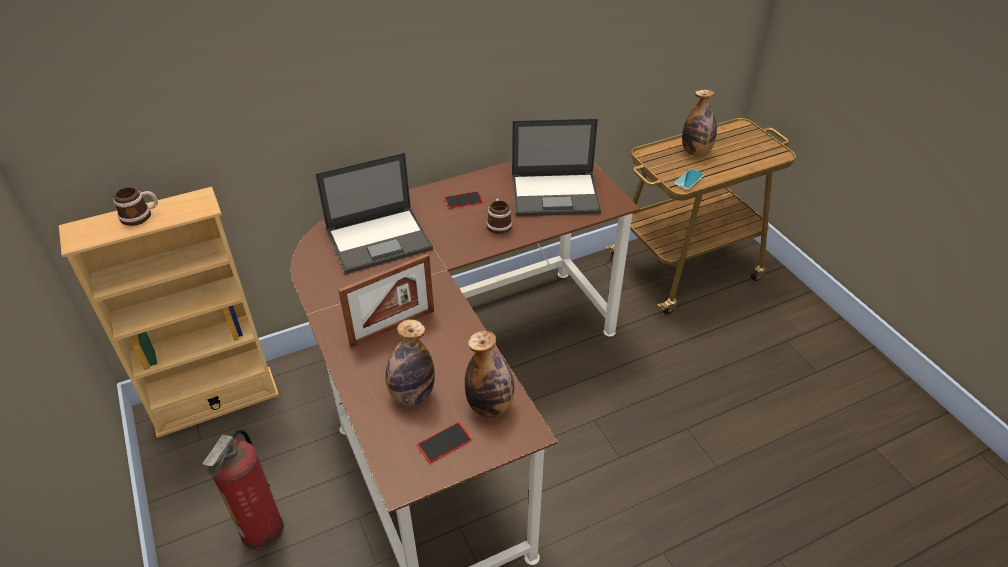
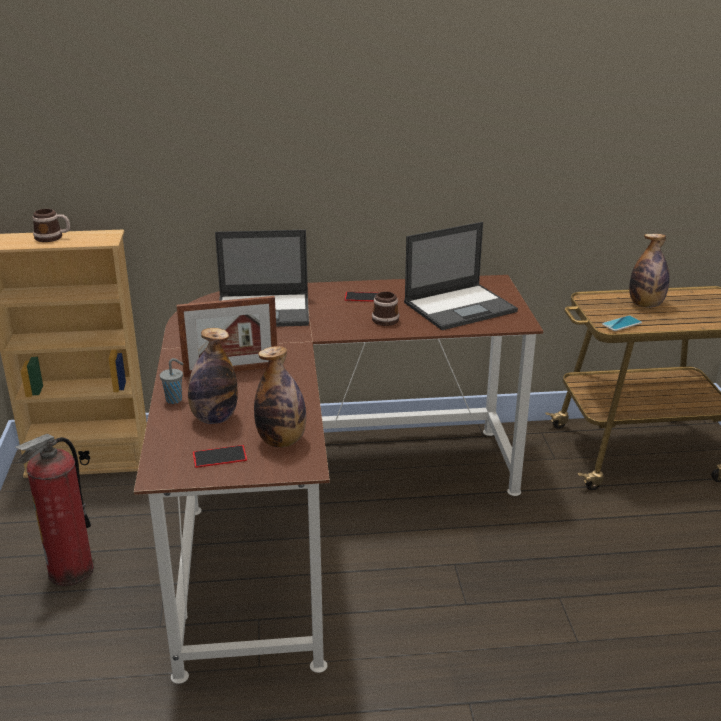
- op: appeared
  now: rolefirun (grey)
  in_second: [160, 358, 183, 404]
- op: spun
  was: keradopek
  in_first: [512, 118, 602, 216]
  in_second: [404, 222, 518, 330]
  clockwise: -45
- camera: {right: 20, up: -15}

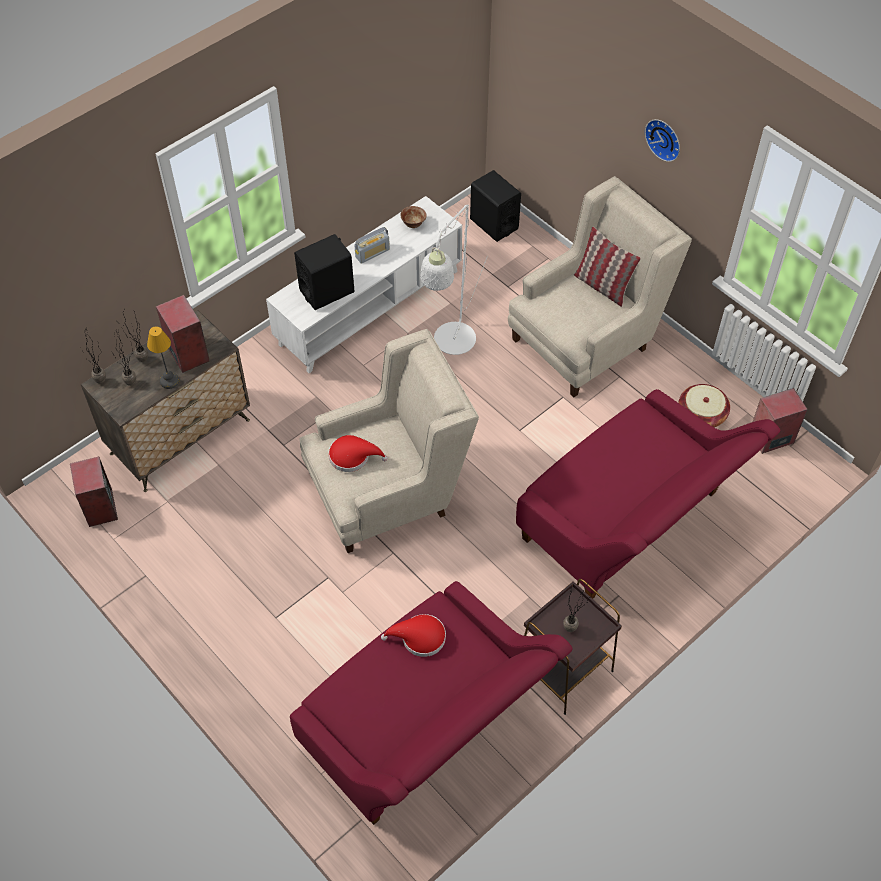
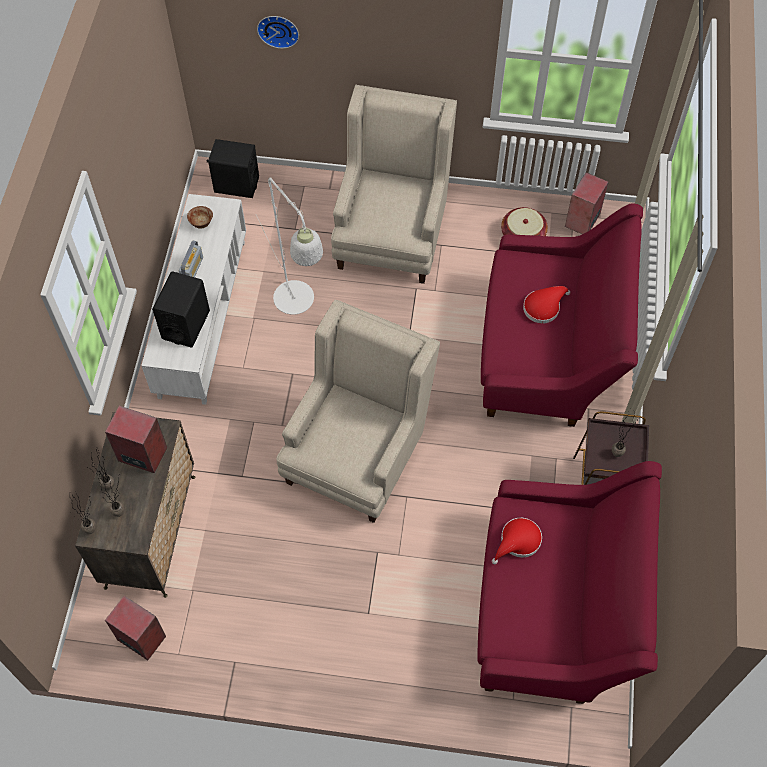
- op: relocated
  was: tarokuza
  in_first: [645, 119, 680, 162]
  in_second: [257, 16, 299, 49]
- op: relocated
  was: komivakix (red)
  in_first: [328, 435, 388, 472]
  in_second: [523, 286, 570, 324]
- op: missing
  was: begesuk
  in_first: [147, 326, 179, 389]
- op: missing
  was: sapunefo
  in_first: [574, 227, 640, 307]
- camera: {right: -40, up: 5}

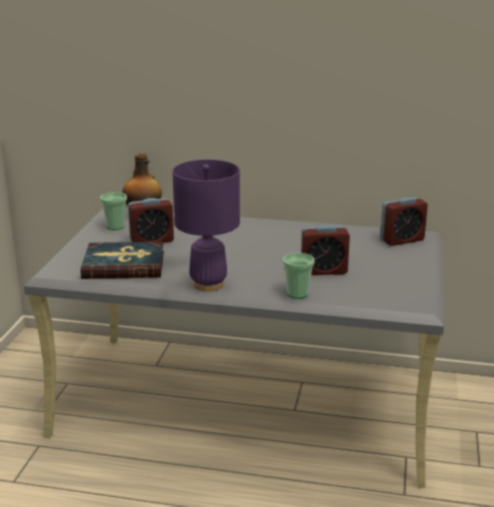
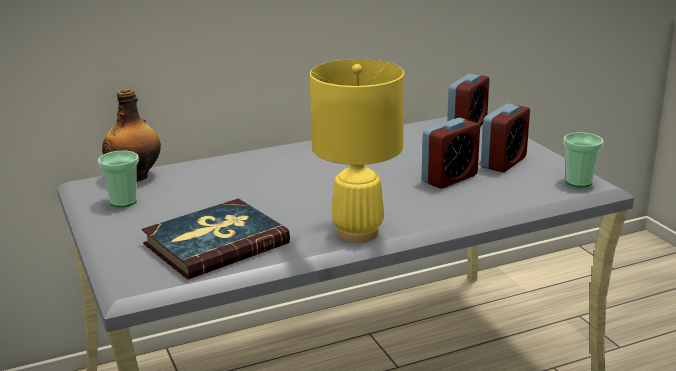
- op: colour
  was: begesuk (purple)
  now: begesuk (yellow)
  in_first: [173, 160, 240, 292]
  in_second: [310, 59, 404, 243]
- op: relocated
  was: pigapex
  in_first: [128, 198, 174, 243]
  in_second: [481, 103, 530, 172]
- op: relocated
  was: rolefirun
  in_first: [283, 253, 315, 299]
  in_second: [563, 133, 604, 187]
- camera: {right: -35, up: 0}

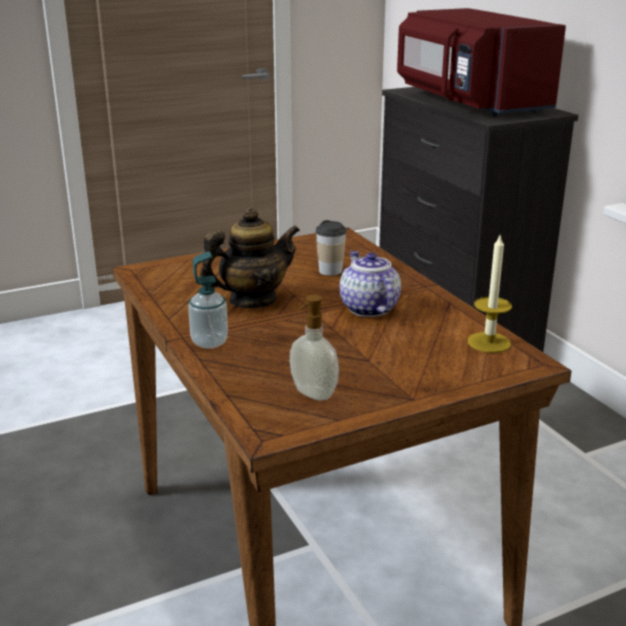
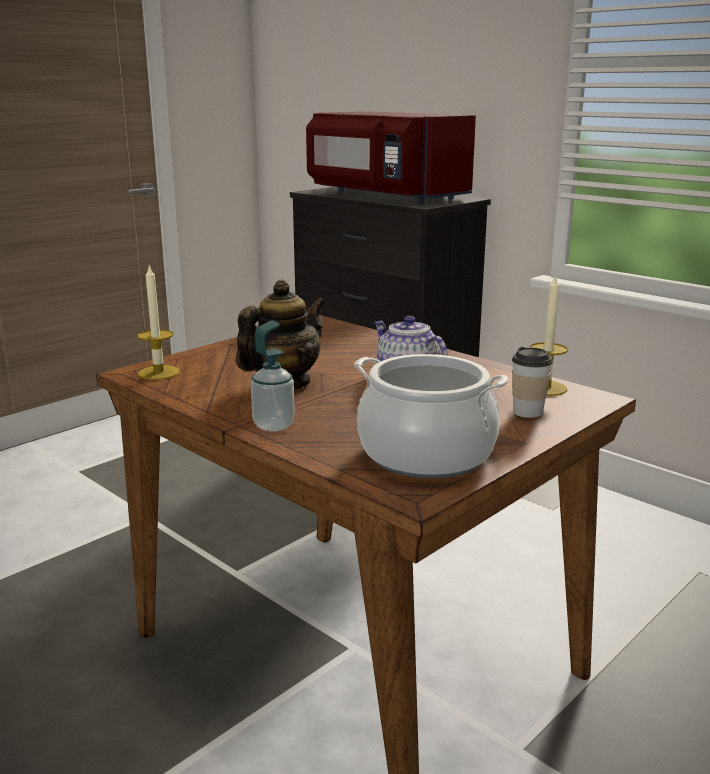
- op: appeared
  now: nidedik
  in_second: [137, 264, 180, 380]
- op: exchanged
  was: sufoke
  now: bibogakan
  in_first: [290, 295, 339, 400]
  in_second: [354, 354, 509, 478]
- op: relocated
  was: rolefirun
  in_first: [316, 220, 347, 276]
  in_second: [512, 347, 553, 418]
- camera: {right: -20, up: -5}

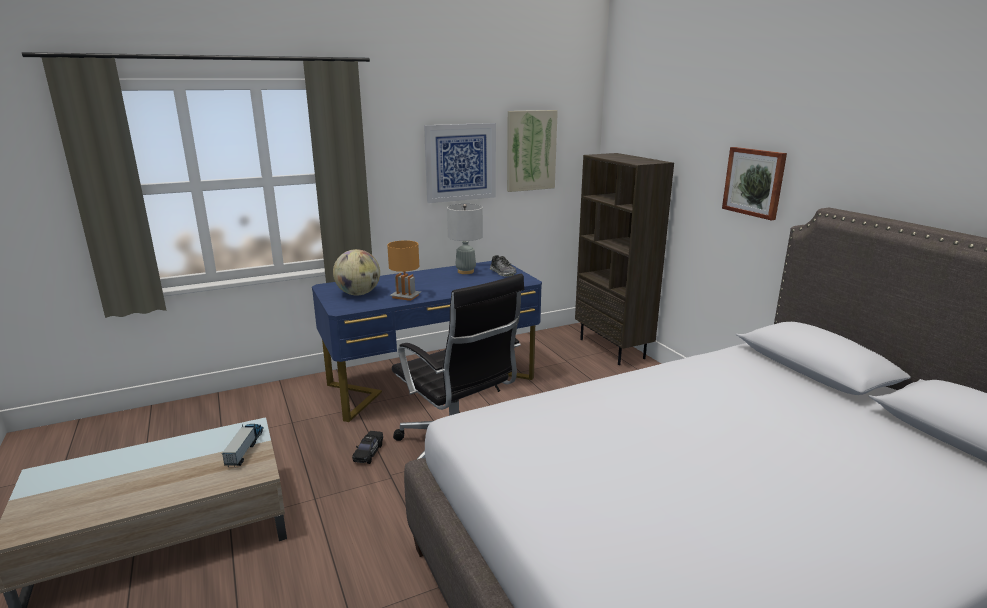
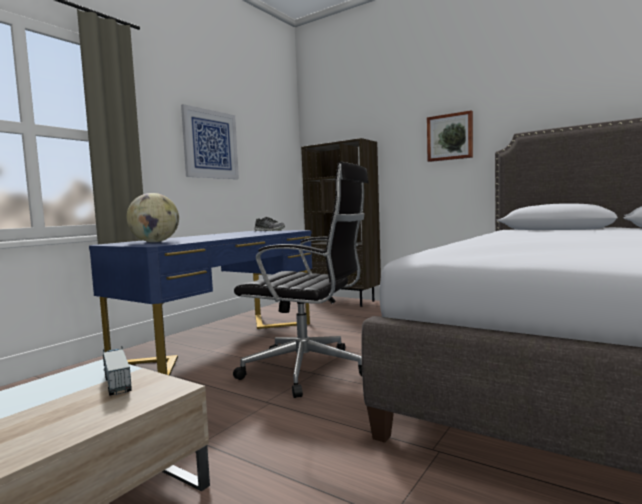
- op: missing
  was: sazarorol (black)
  in_first: [352, 431, 383, 464]
- op: missing
  was: begesuk (brown)
  in_first: [387, 240, 421, 301]
- op: missing
  was: begesuk (grey)
  in_first: [447, 204, 483, 274]
- op: missing
  was: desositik
  in_first: [507, 110, 558, 192]
- camera: {right: -30, up: -15}

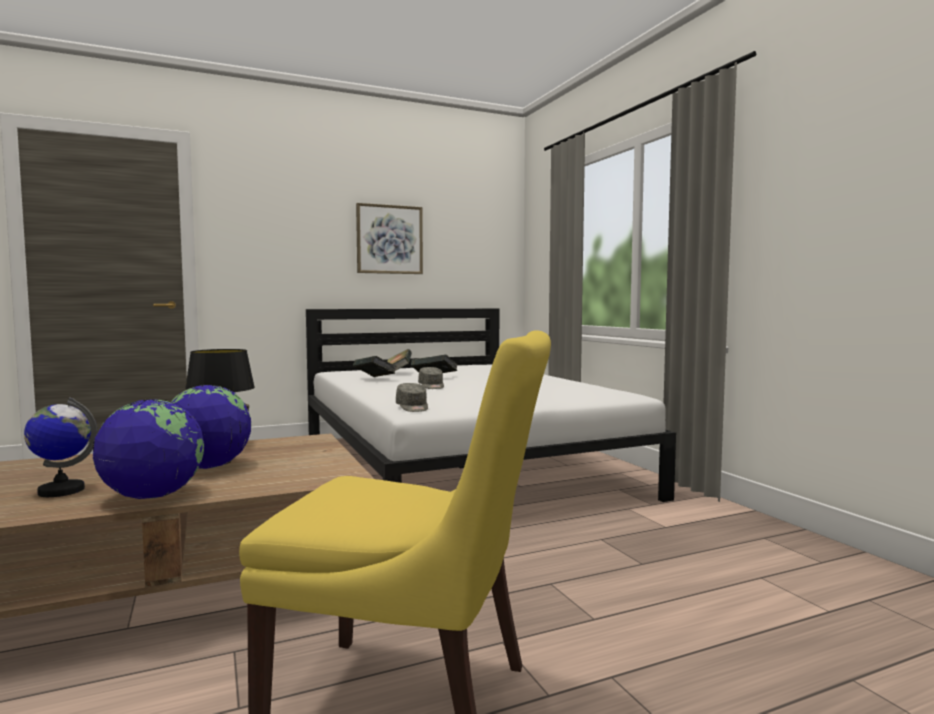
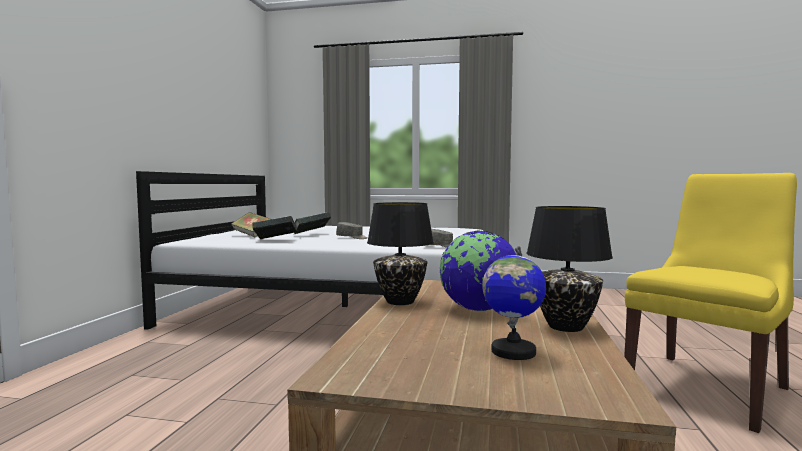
- op: exchanged
  was: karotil
  now: begesuk (black)
  in_first: [93, 399, 204, 499]
  in_second: [526, 206, 613, 332]
- op: missing
  was: desositik
  in_first: [356, 203, 423, 274]
- camera: {right: -55, up: 0}

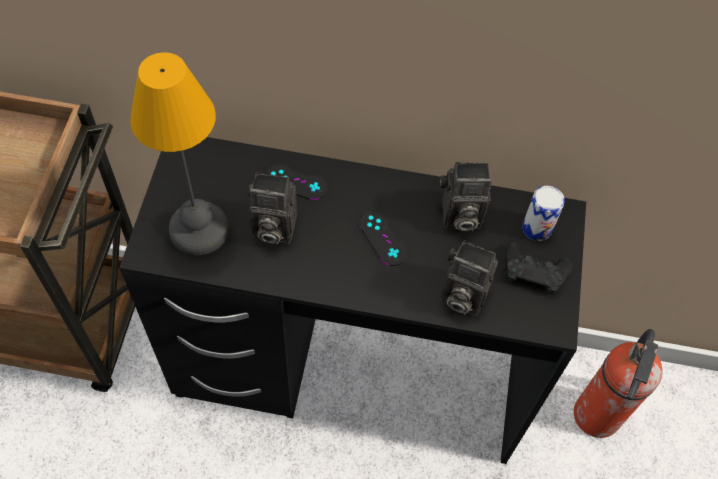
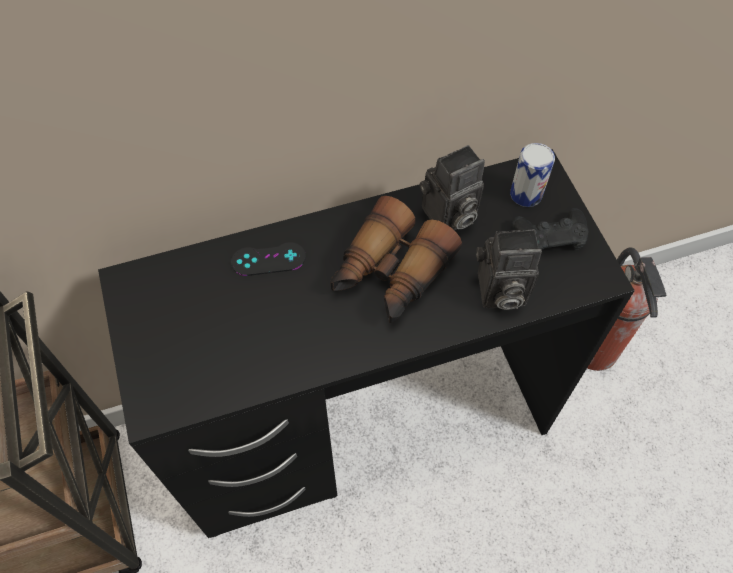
- op: exchanged
  was: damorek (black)
  now: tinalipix
  in_first: [360, 211, 408, 266]
  in_second: [331, 196, 462, 323]
- op: missing
  was: begesuk
  in_first: [130, 52, 229, 255]
- op: missing
  was: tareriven
  in_first: [248, 172, 297, 244]
- camera: {right: -25, up: 0}

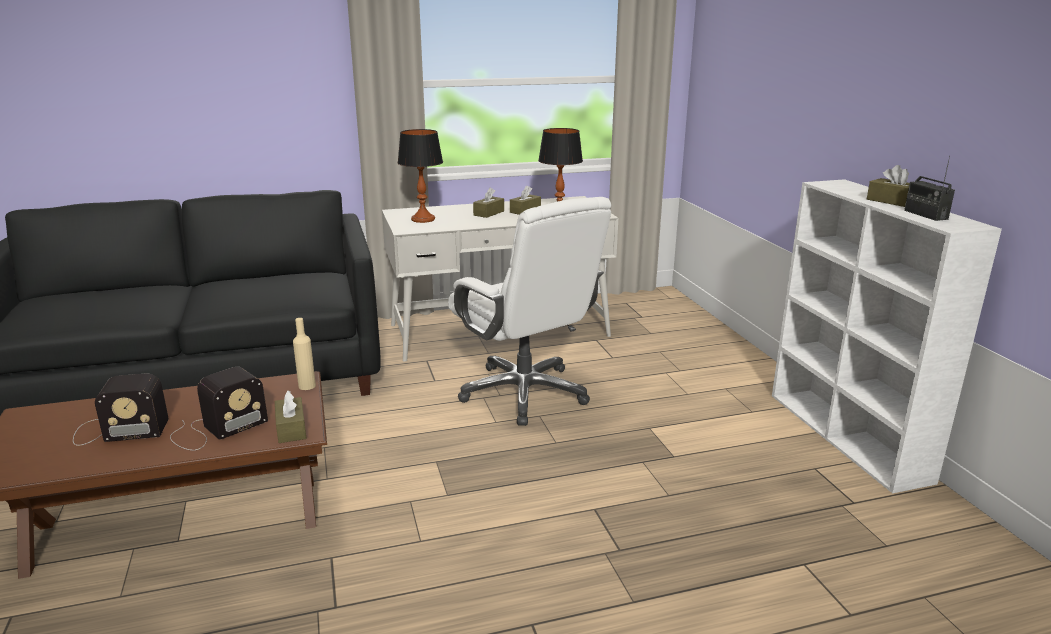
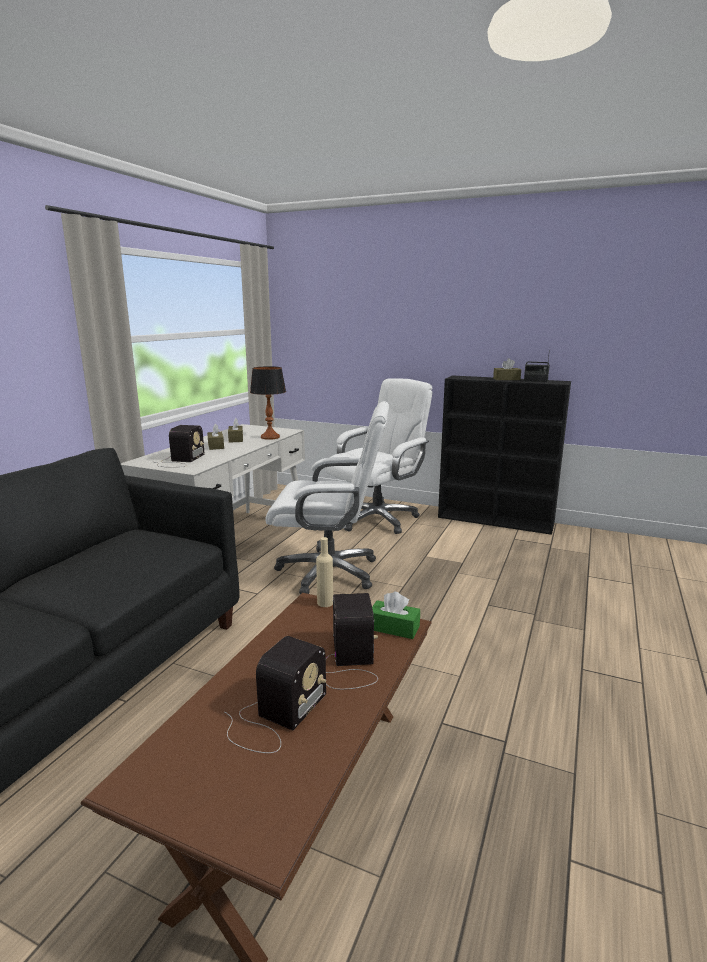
- op: exchanged
  was: begesuk
  now: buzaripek
  in_first: [397, 129, 443, 223]
  in_second: [155, 425, 205, 467]
- op: appeared
  now: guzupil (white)
  in_second: [325, 378, 432, 534]
- op: colour
  was: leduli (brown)
  now: leduli (green)
  in_first: [275, 390, 307, 443]
  in_second: [372, 592, 420, 639]
- op: colour
  was: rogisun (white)
  now: rogisun (black)
  in_first: [772, 179, 1002, 493]
  in_second: [438, 375, 571, 535]
- camera: {right: -50, up: -5}

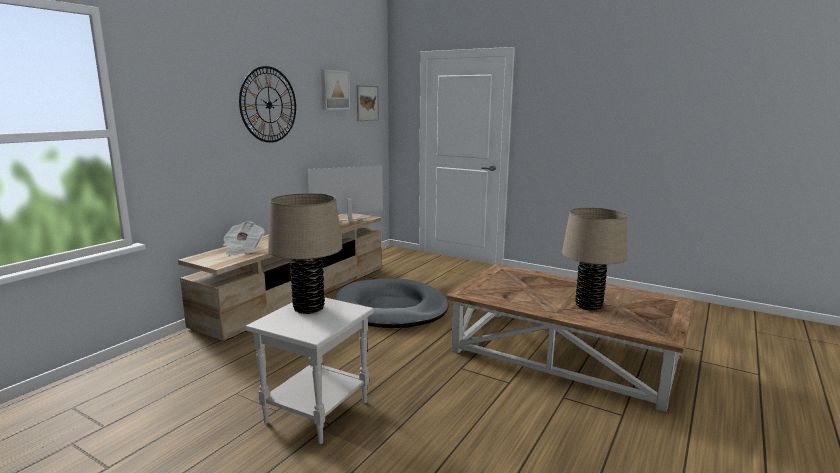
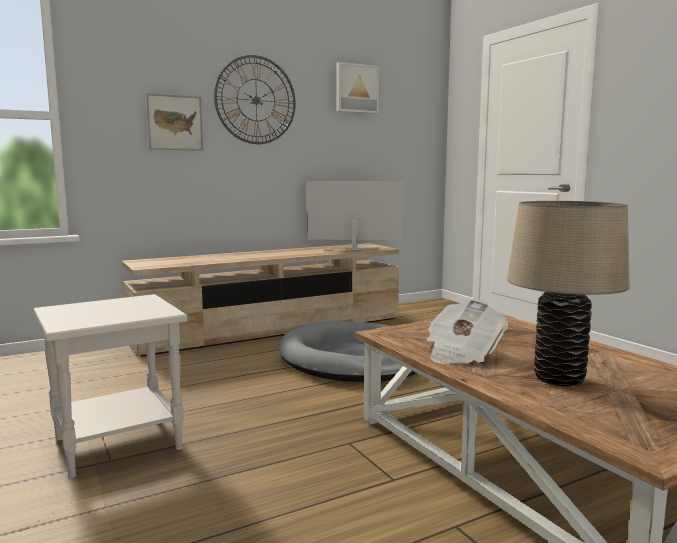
- op: relocated
  was: desositik
  in_first: [356, 85, 379, 121]
  in_second: [146, 93, 203, 151]
- op: relocated
  was: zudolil
  in_first: [223, 221, 265, 256]
  in_second: [427, 300, 508, 364]
- op: missing
  was: begesuk (beige)
  in_first: [268, 193, 343, 314]
- camera: {right: 30, up: -5}

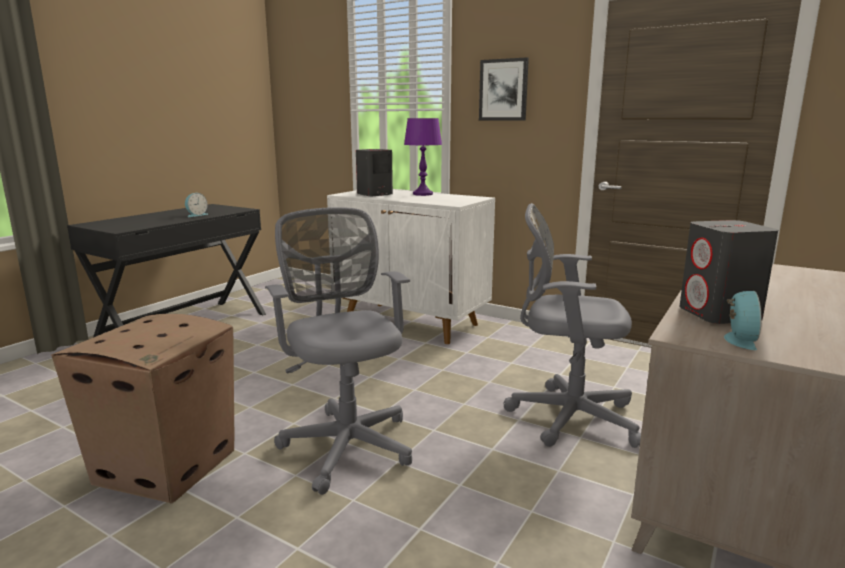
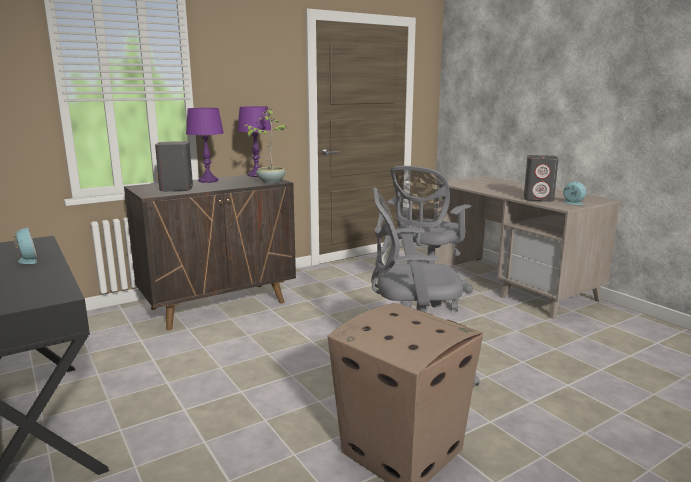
- op: colour
  was: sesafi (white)
  now: sesafi (brown)
  in_first: [327, 190, 495, 344]
  in_second: [124, 175, 296, 330]
- op: appeared
  now: begesuk (purple)
  in_second: [237, 106, 271, 177]
- op: appeared
  now: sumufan
  in_second: [243, 109, 286, 183]
- op: missing
  was: desositik
  in_first: [479, 57, 529, 120]
- camera: {right: -65, up: 0}

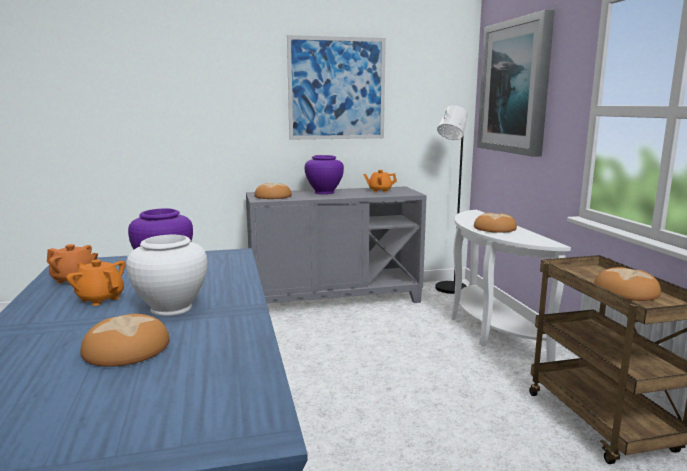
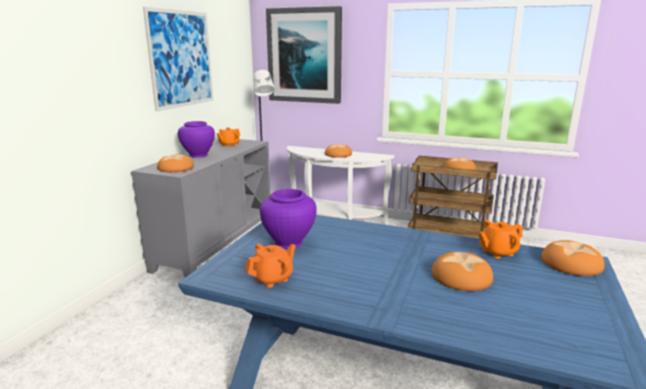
- op: relocated
  was: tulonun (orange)
  in_first: [66, 259, 125, 306]
  in_second: [479, 220, 523, 259]
- op: appeared
  now: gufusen
  in_second: [541, 240, 605, 276]
- op: missing
  was: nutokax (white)
  in_first: [126, 235, 208, 316]
- camera: {right: -55, up: 5}

